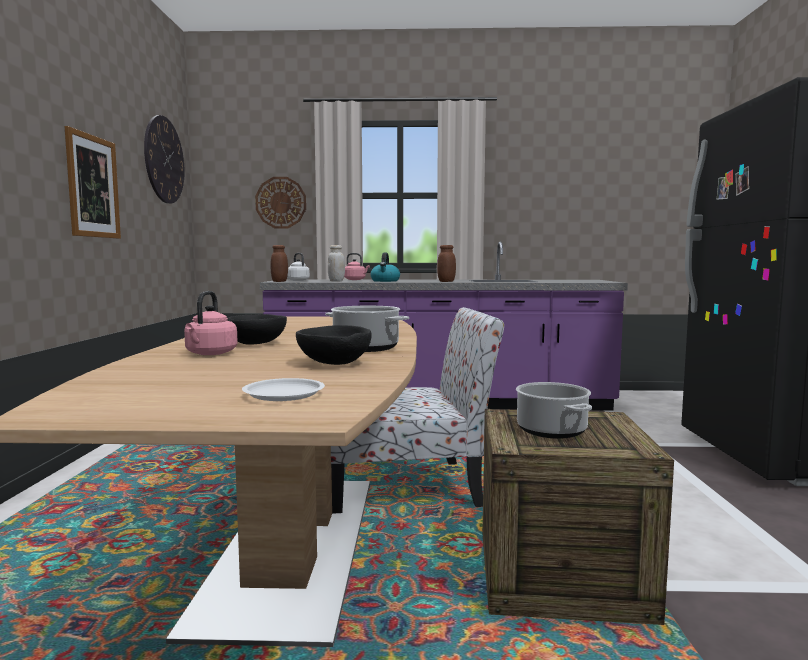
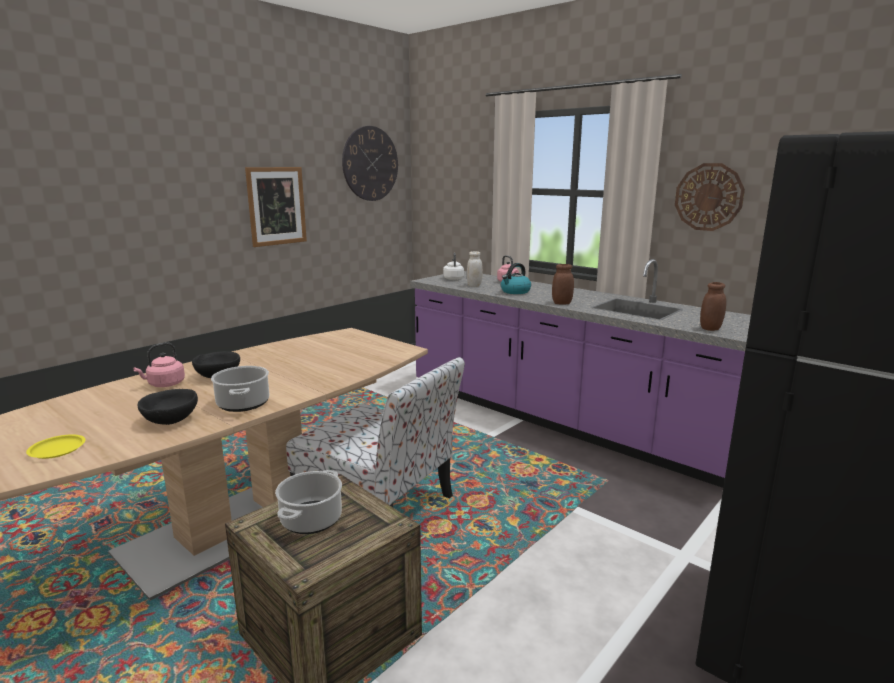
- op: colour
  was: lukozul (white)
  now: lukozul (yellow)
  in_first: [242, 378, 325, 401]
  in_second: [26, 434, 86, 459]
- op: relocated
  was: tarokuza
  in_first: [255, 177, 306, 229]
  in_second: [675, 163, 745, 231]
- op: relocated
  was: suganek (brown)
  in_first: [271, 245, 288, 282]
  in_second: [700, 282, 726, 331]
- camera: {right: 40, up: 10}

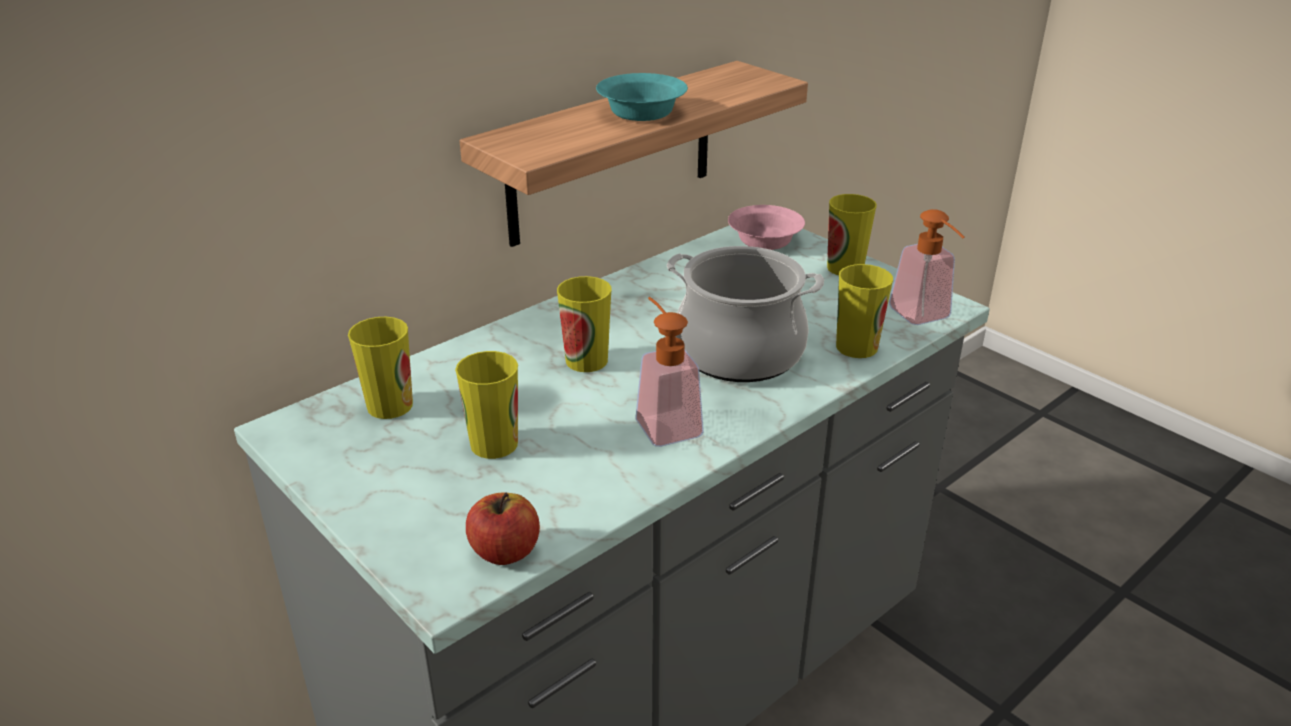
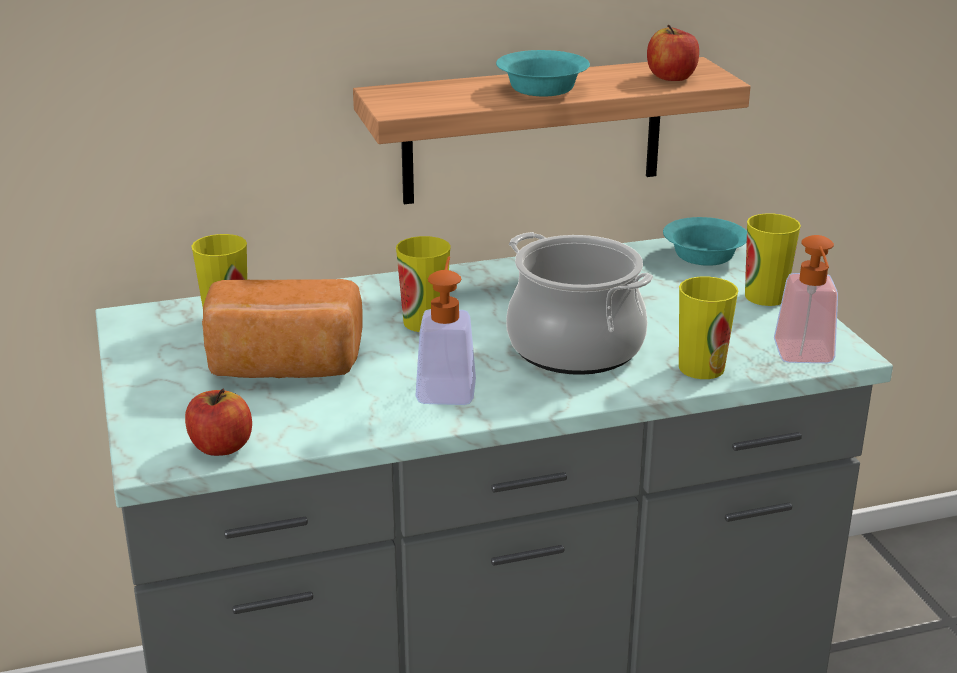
- op: exchanged
  was: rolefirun
  now: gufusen
  in_first: [455, 351, 518, 459]
  in_second: [202, 279, 363, 378]
- op: appeared
  now: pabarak
  in_second: [647, 25, 699, 81]
- op: colour
  was: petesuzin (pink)
  now: petesuzin (turquoise)
  in_first: [728, 205, 805, 250]
  in_second: [663, 217, 747, 266]
- camera: {right: 25, up: -5}

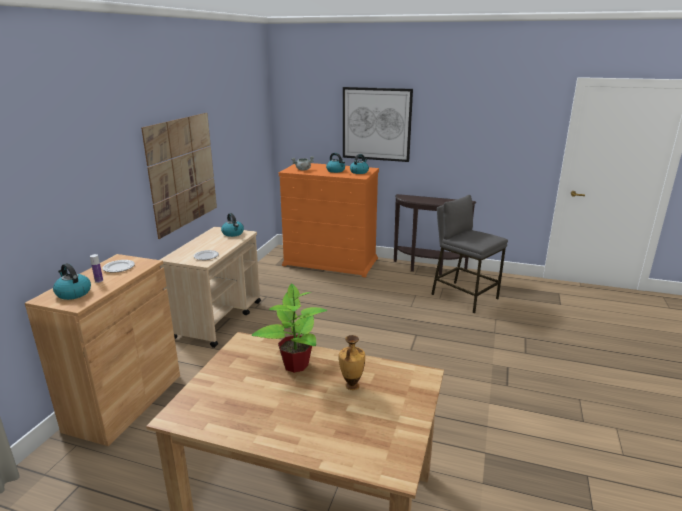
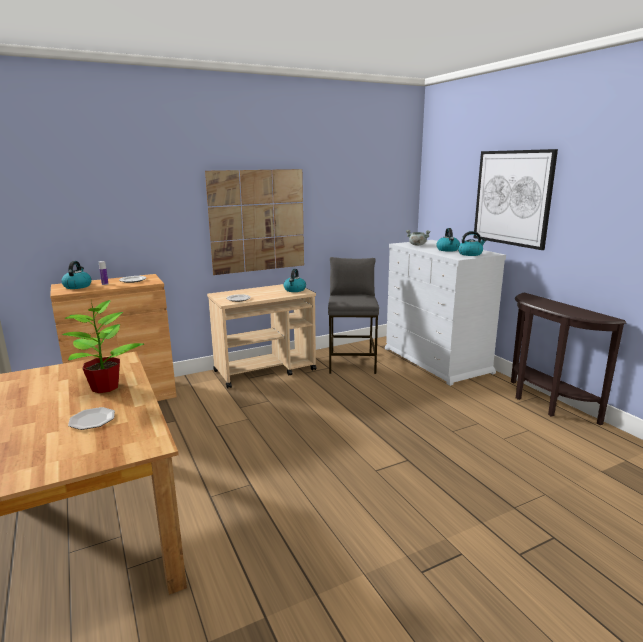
- op: exchanged
  was: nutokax
  now: lukozul
  in_first: [339, 335, 365, 390]
  in_second: [68, 407, 115, 430]
- op: relocated
  was: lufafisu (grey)
  in_first: [431, 195, 508, 313]
  in_second: [328, 257, 379, 374]
- op: colour
  was: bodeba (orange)
  now: bodeba (white)
  in_first: [279, 163, 379, 277]
  in_second: [385, 240, 506, 386]
- camera: {right: 45, up: -5}

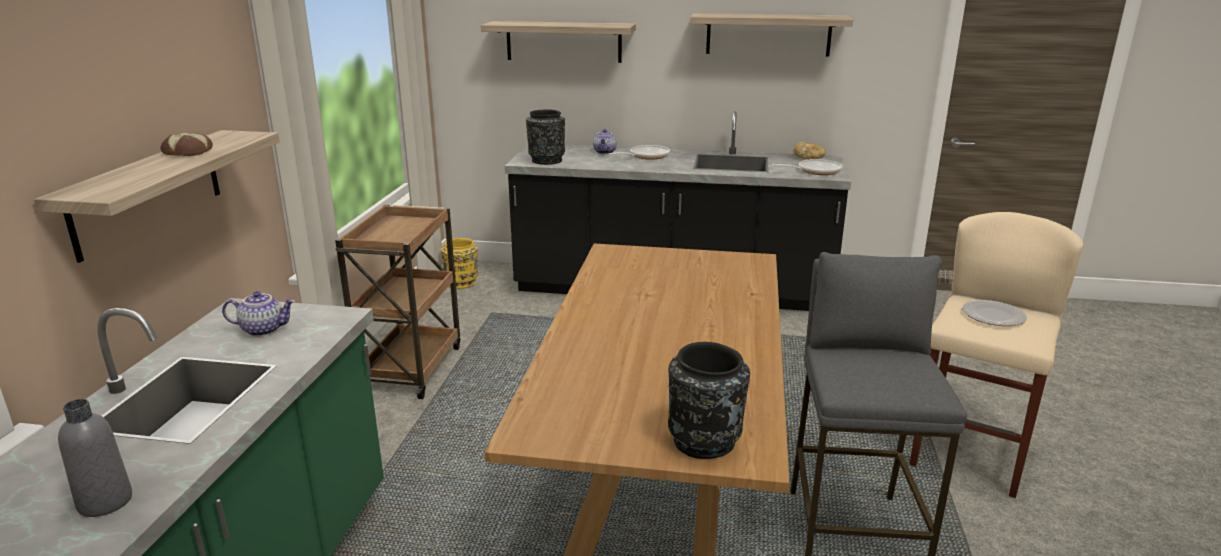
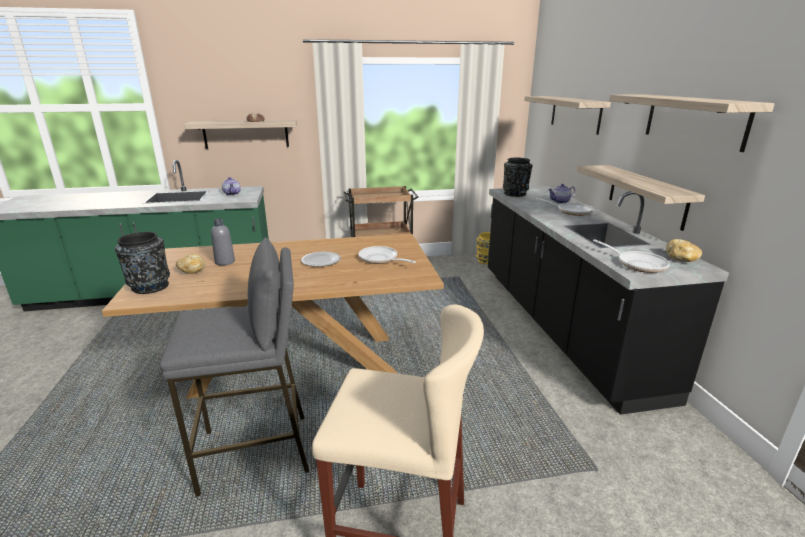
- op: appeared
  now: gufusen
  in_second: [176, 254, 205, 274]
- op: relocated
  was: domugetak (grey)
  in_first: [58, 399, 132, 517]
  in_second: [211, 218, 235, 265]
- op: relocated
  was: lukozul
  in_first: [962, 300, 1027, 326]
  in_second: [301, 252, 341, 267]
- op: appeared
  now: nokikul
  in_second: [358, 246, 416, 264]
- op: appeared
  now: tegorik
  in_second: [577, 165, 705, 231]
- camera: {right: 70, up: 0}

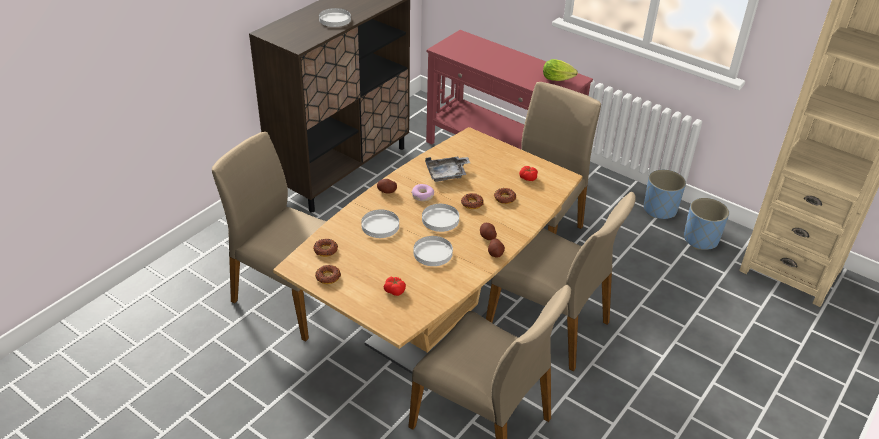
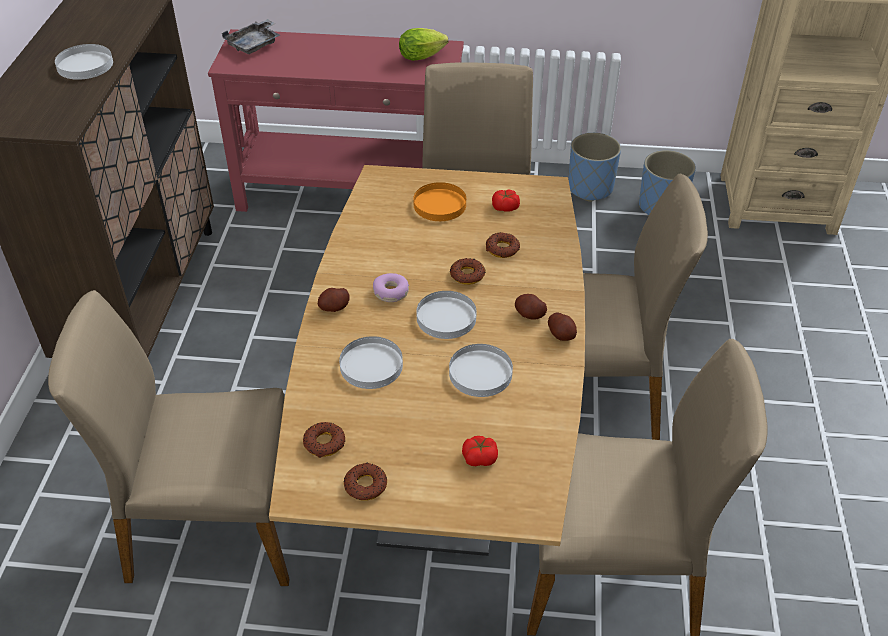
- op: relocated
  was: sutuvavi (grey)
  in_first: [425, 156, 470, 182]
  in_second: [222, 19, 280, 54]
- op: appeared
  now: lukozul (orange)
  in_second: [413, 182, 466, 221]
- camera: {right: -30, up: 5}

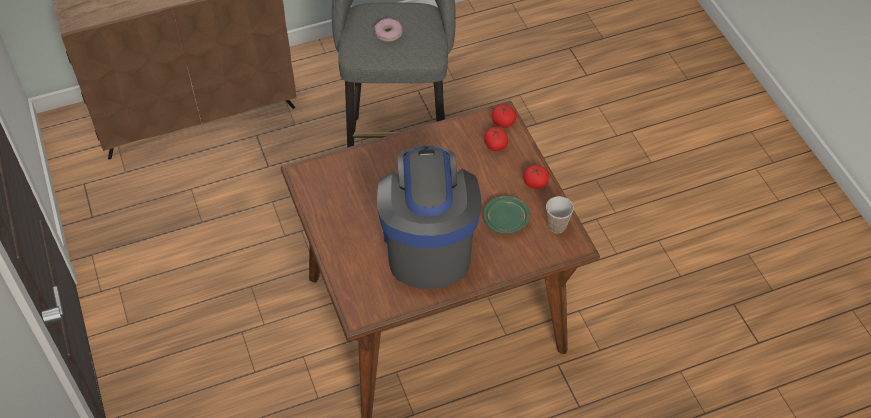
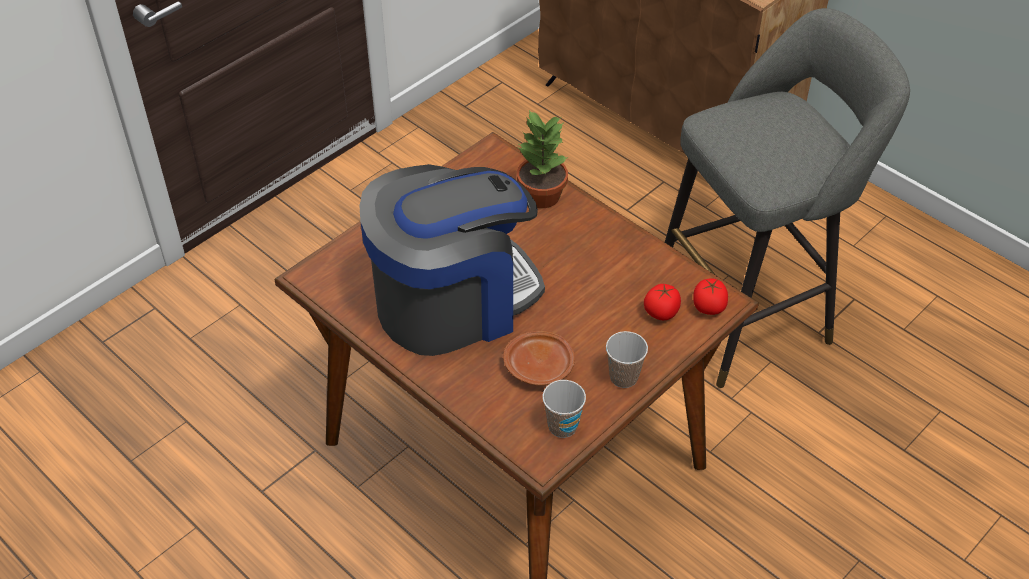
- op: colour
  was: lukozul (green)
  now: lukozul (brown)
  in_first: [483, 196, 530, 234]
  in_second: [503, 331, 575, 386]
- op: appeared
  now: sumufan
  in_second: [517, 110, 568, 208]
- op: exchanged
  was: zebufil
  now: rolefirun
  in_first: [523, 165, 549, 189]
  in_second: [606, 331, 648, 388]
- op: missing
  was: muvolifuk
  in_first: [374, 18, 402, 42]
- camera: {right: 65, up: -5}

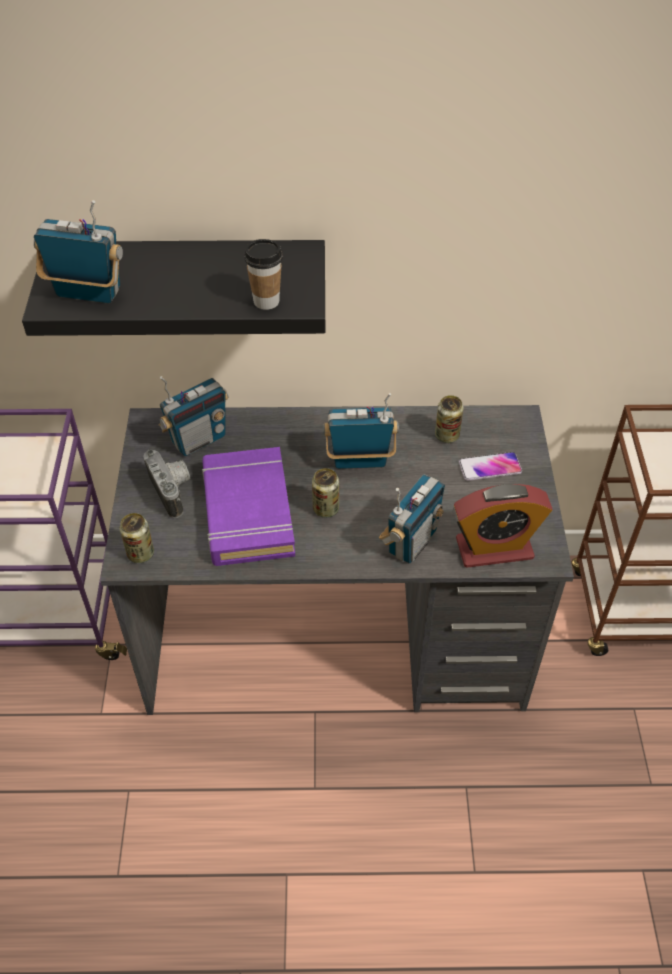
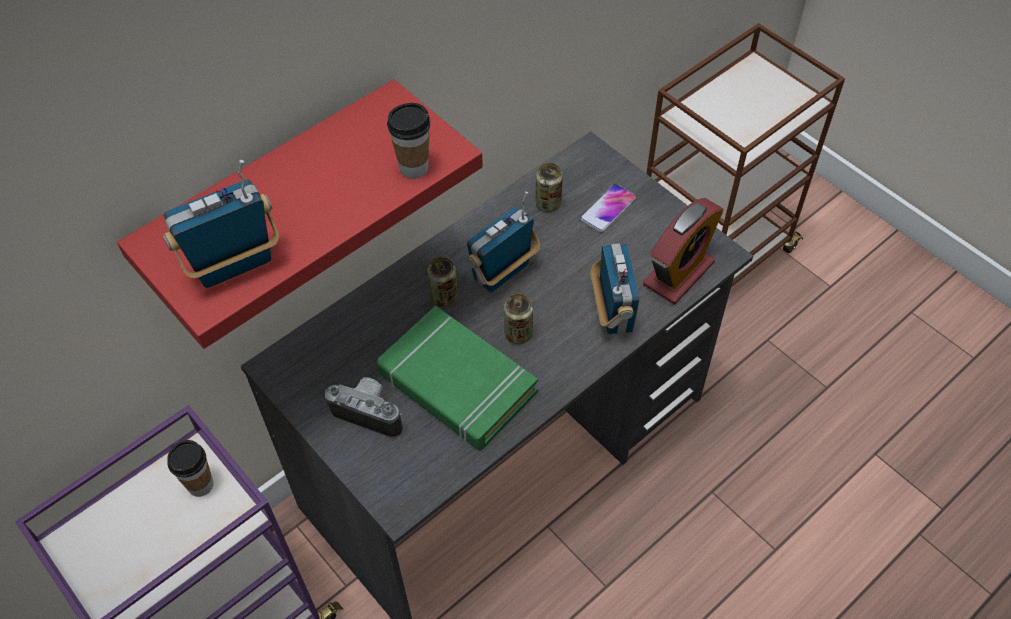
- op: colour
  was: tegorik (black)
  now: tegorik (red)
  in_first: [22, 240, 325, 336]
  in_second: [117, 79, 483, 349]
- op: appeared
  now: rolefirun
  in_second: [167, 440, 214, 497]
- op: colour
  was: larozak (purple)
  now: larozak (green)
  in_first: [202, 447, 295, 566]
  in_second: [377, 306, 538, 450]
- op: relocated
  was: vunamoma
  in_first: [120, 513, 154, 563]
  in_second: [428, 257, 458, 307]
- op: missing
  was: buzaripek
  in_first: [159, 376, 228, 456]
- camera: {right: -40, up: 5}

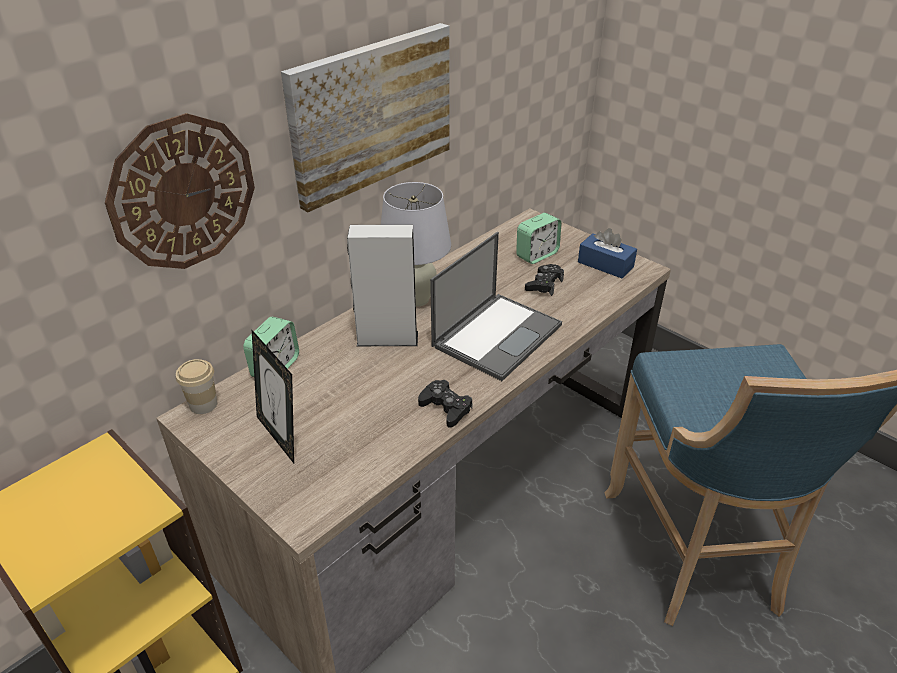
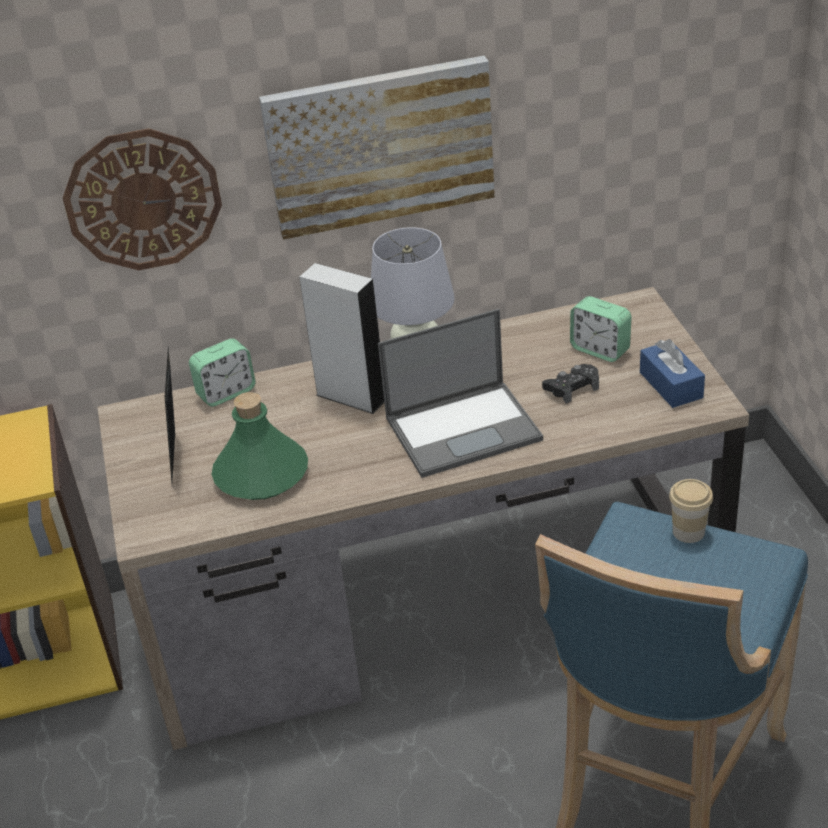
- op: appeared
  now: domugetak (green)
  in_second: [211, 392, 308, 500]
- op: spun
  was: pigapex
  in_first: [516, 213, 562, 264]
  in_second: [570, 296, 632, 362]
  clockwise: 45
- op: relocated
  was: rolefirun
  in_first: [176, 359, 217, 414]
  in_second: [669, 479, 713, 543]
- op: missing
  was: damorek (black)
  in_first: [418, 380, 472, 428]
- camera: {right: 35, up: 0}

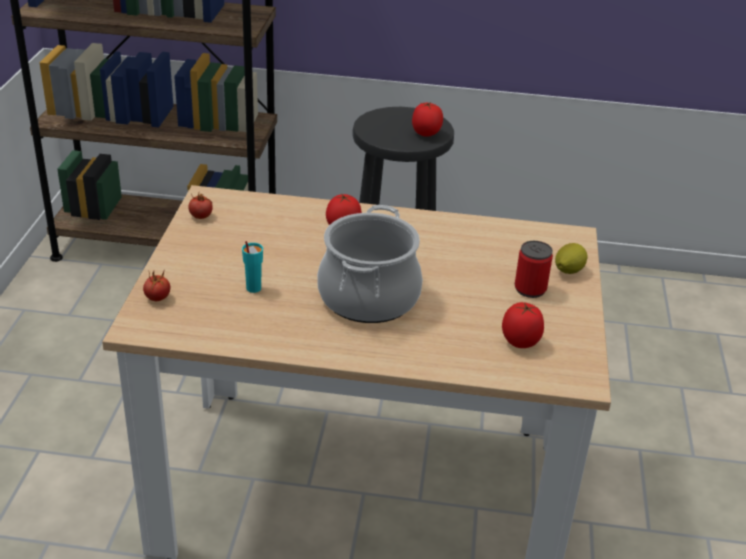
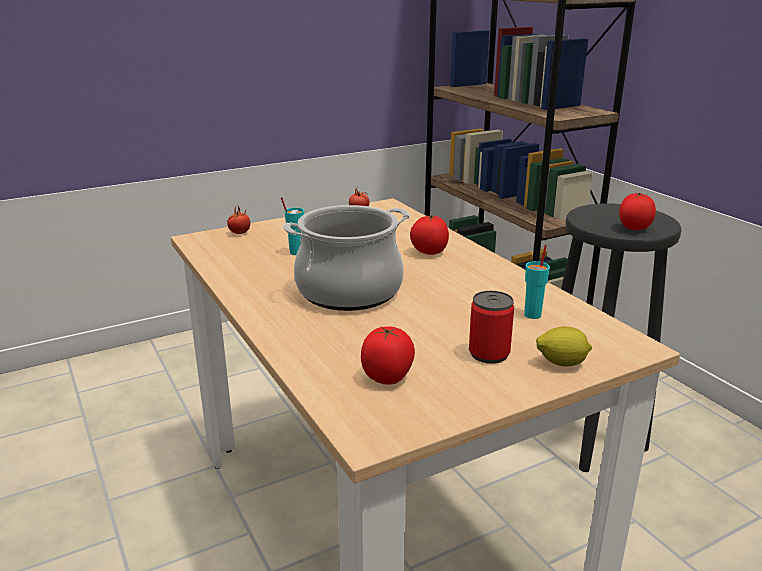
- op: appeared
  now: rolefirun (turquoise)
  in_second: [524, 245, 550, 319]
- camera: {right: 55, up: -10}

